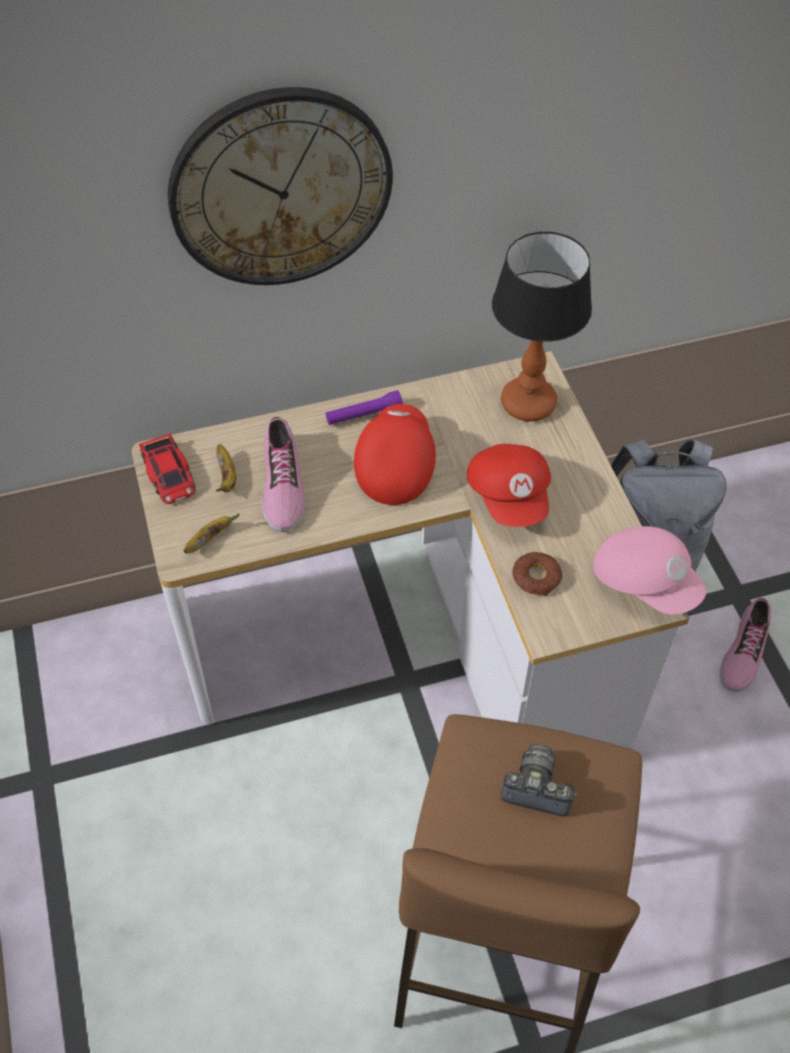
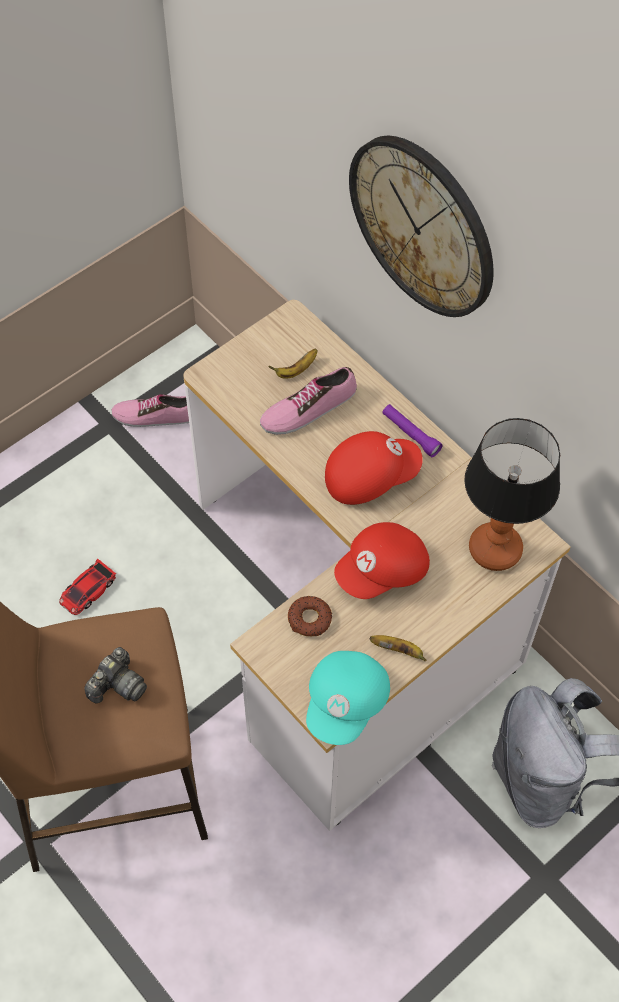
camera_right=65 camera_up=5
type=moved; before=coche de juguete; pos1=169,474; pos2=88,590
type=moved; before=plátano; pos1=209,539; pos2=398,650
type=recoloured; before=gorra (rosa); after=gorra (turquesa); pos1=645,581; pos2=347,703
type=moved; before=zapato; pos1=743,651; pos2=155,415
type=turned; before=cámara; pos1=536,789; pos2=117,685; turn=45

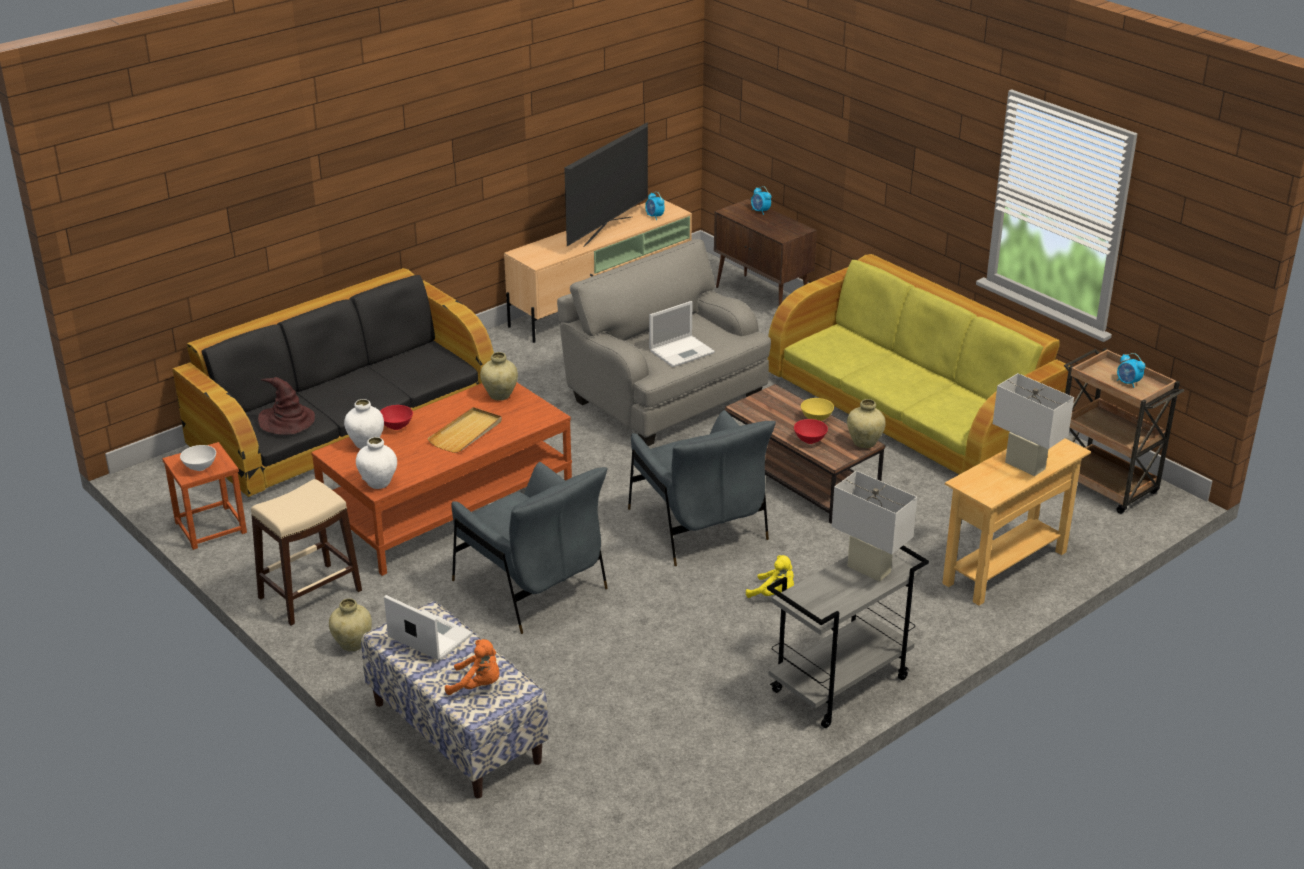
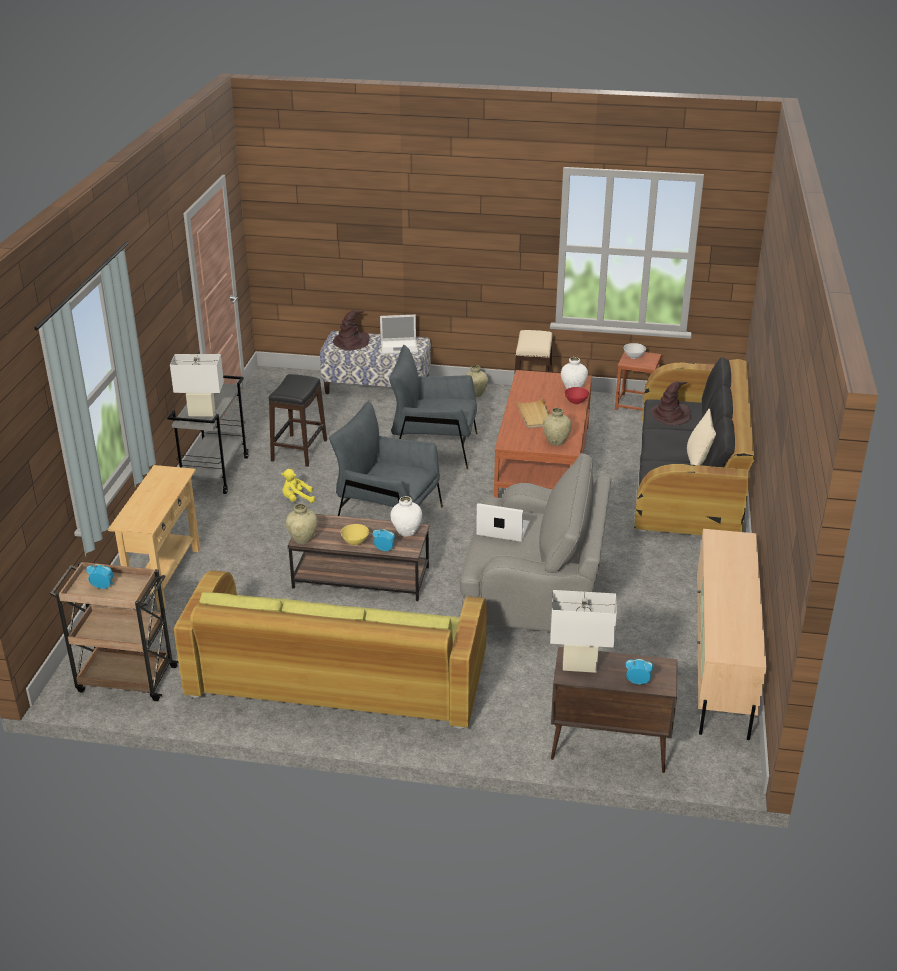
camera_right=140 camera_up=0
type=removed; before=televisor; pos1=607,231
type=moved; before=despertador; pos1=654,216; pos2=384,549
type=turned; before=portátil; pos1=682,351; pos2=502,529; turn=90
type=moved; before=lámpara de mesa (blanco); pos1=1025,466; pos2=579,666
type=removed; before=cuenco (rojo); pos1=809,441
type=moved; before=florero (blanco); pos1=378,483; pos2=406,532
type=replaced; before=peluche (naranja); after=sombrero (marrón); pos1=477,685; pos2=351,342
type=added; after=taburete (negro); pos2=298,450
type=added; after=cojín (beis); pos2=698,461

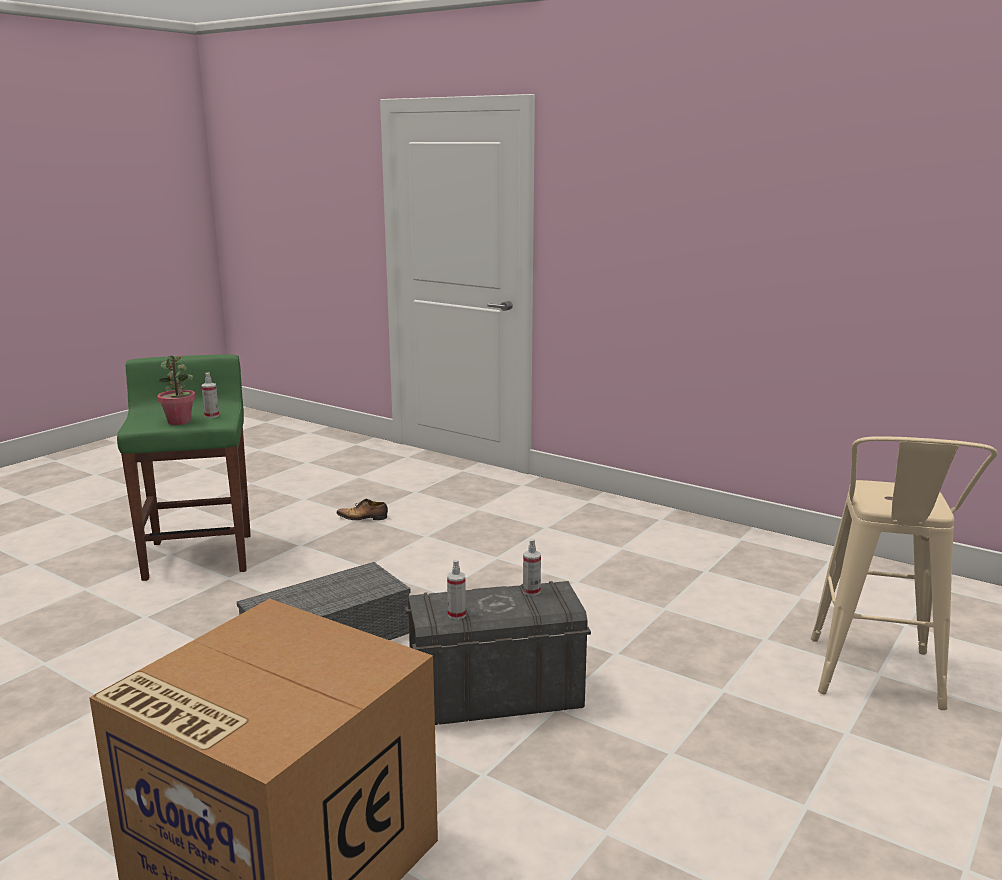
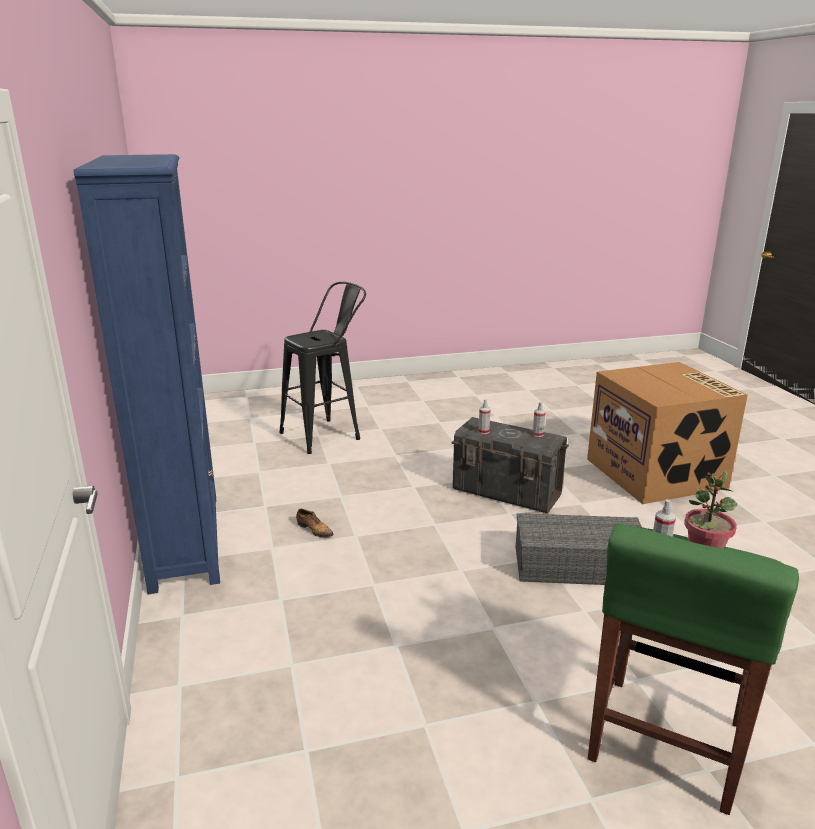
camera_right=-140 camera_up=5
type=recoloured; before=taburete (beis); after=taburete (negro); pos1=875,681; pos2=327,434
type=moved; before=zapato; pos1=363,518; pos2=314,530
type=added; after=estantería (azul); pos2=185,540

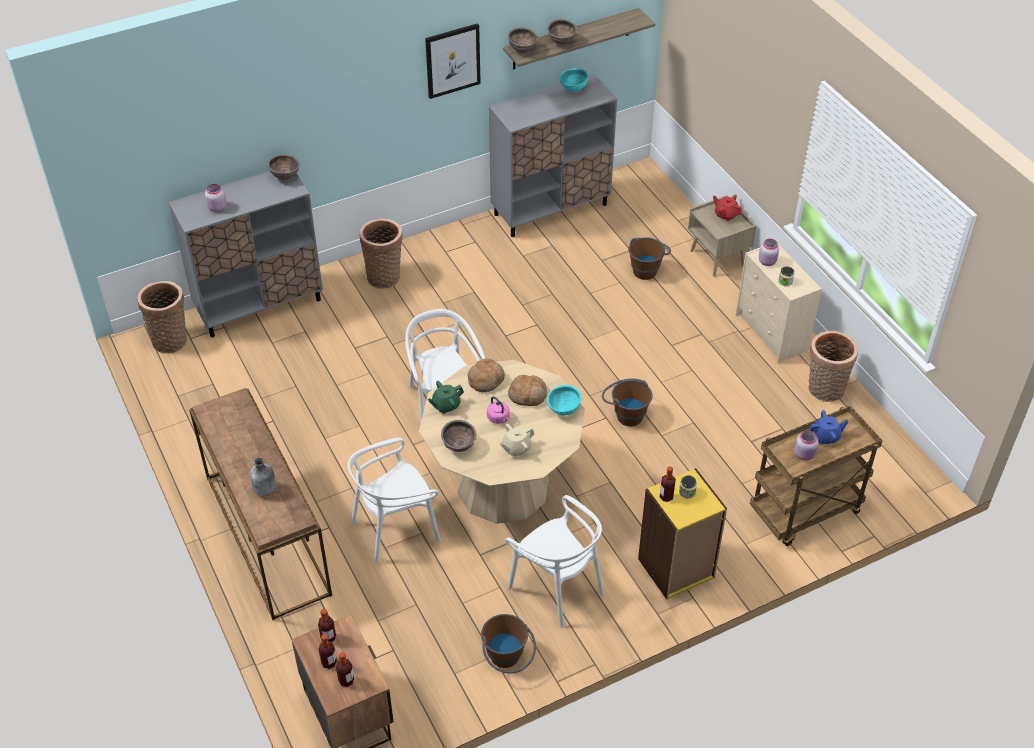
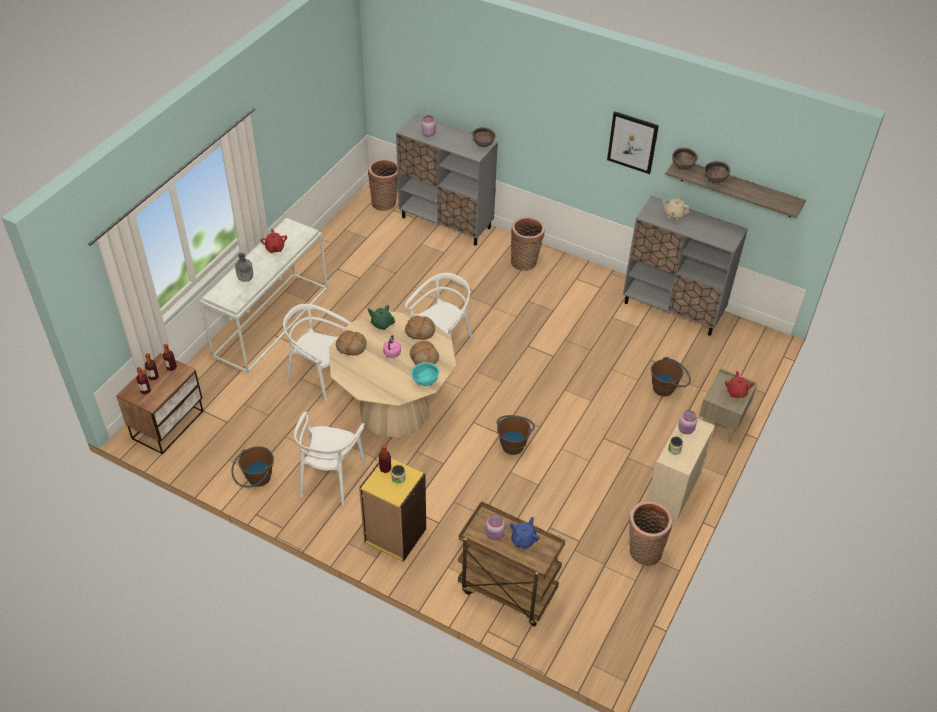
camera_right=55 camera_up=0
type=removed; before=cuenco (turquesa); pos1=573,90
type=recoloured; before=mesa consola (marrón); after=mesa consola (blanco); pos1=265,534; pos2=271,321
type=turned; before=tetera (azul); pos1=825,437; pos2=523,540; turn=-105
type=replaced; before=cuenco (marrón); after=pan; pos1=459,446; pos2=351,347
type=moved; before=tetera (beis); pos1=516,448; pos2=674,214
type=added; after=tetera (rojo); pos2=275,248

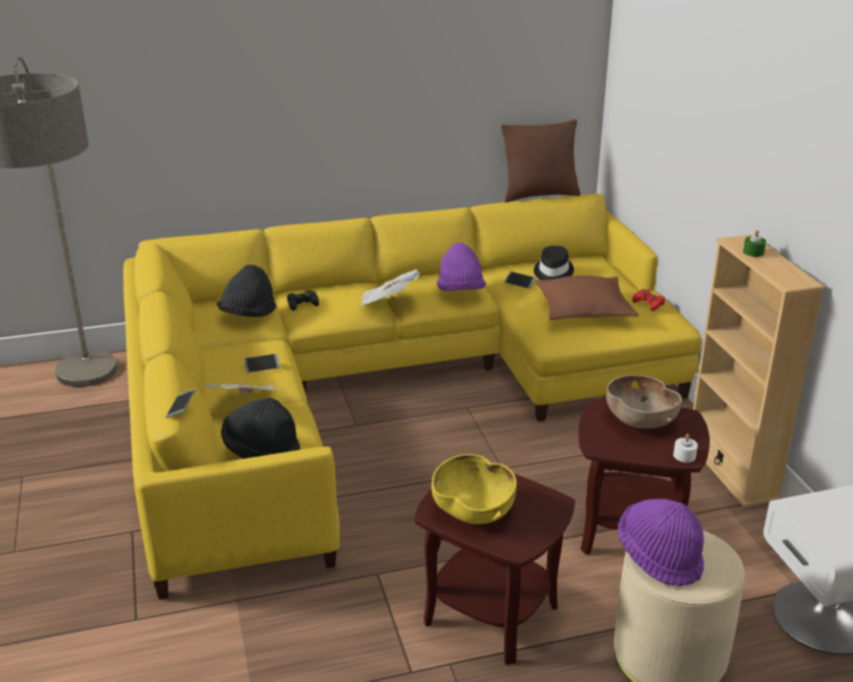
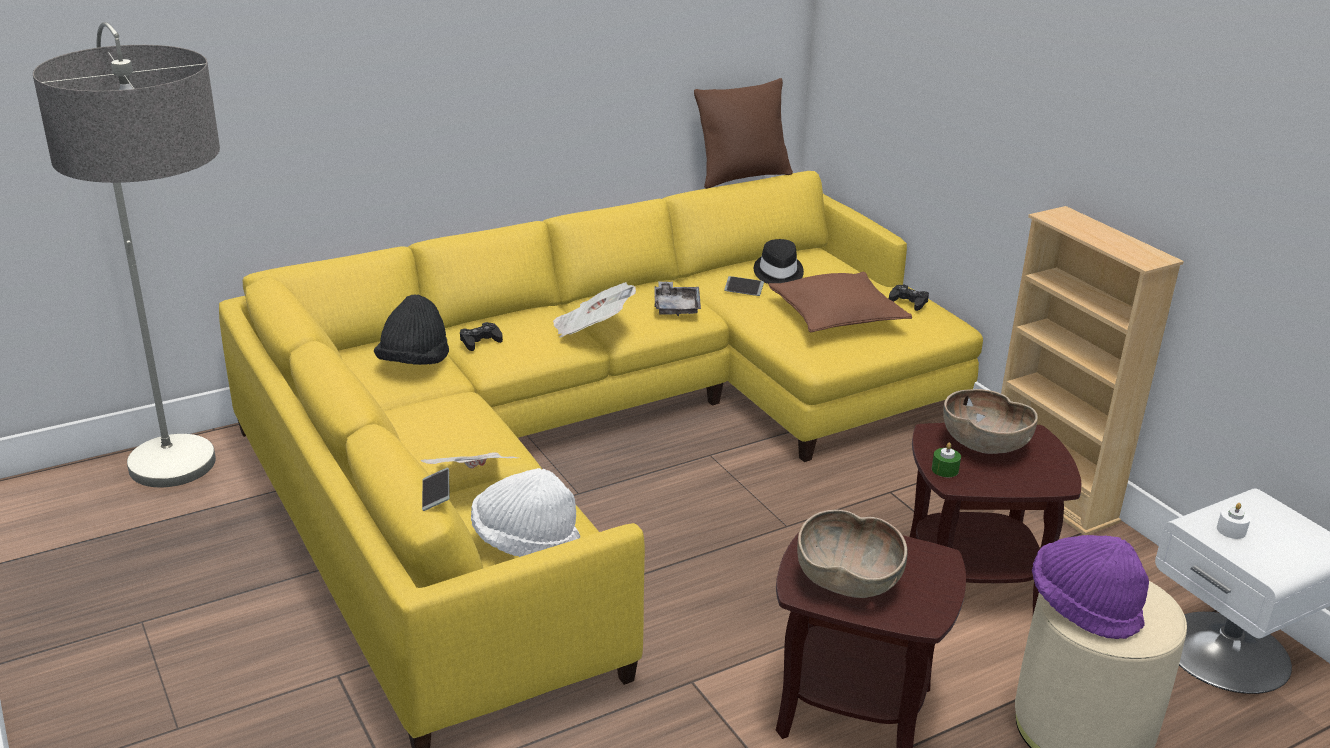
camera_right=-15 camera_up=0
type=moved; before=vela (verde); pos1=753,252; pos2=945,469
type=replaced; before=sombrero (morado); after=bandeja (gris); pos1=460,291; pos2=676,307
type=recoloured; before=mando de consola (rojo); after=mando de consola (negro); pos1=648,303; pos2=908,302
type=removed; before=móvil; pos1=262,366
type=recoloured; before=sombrero (negro); after=sombrero (blanco); pos1=262,451; pos2=525,541
type=moved; before=vela (blanco); pos1=684,456; pos2=1231,530
type=recoloured; before=cuenco (amarillo); after=cuenco (marrón); pos1=474,510; pos2=848,581

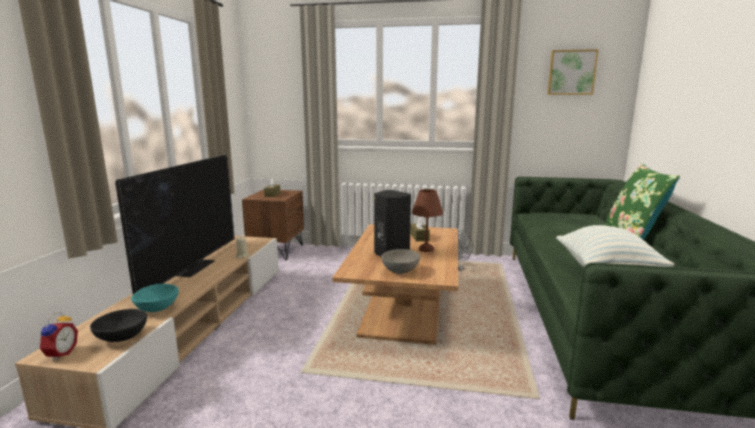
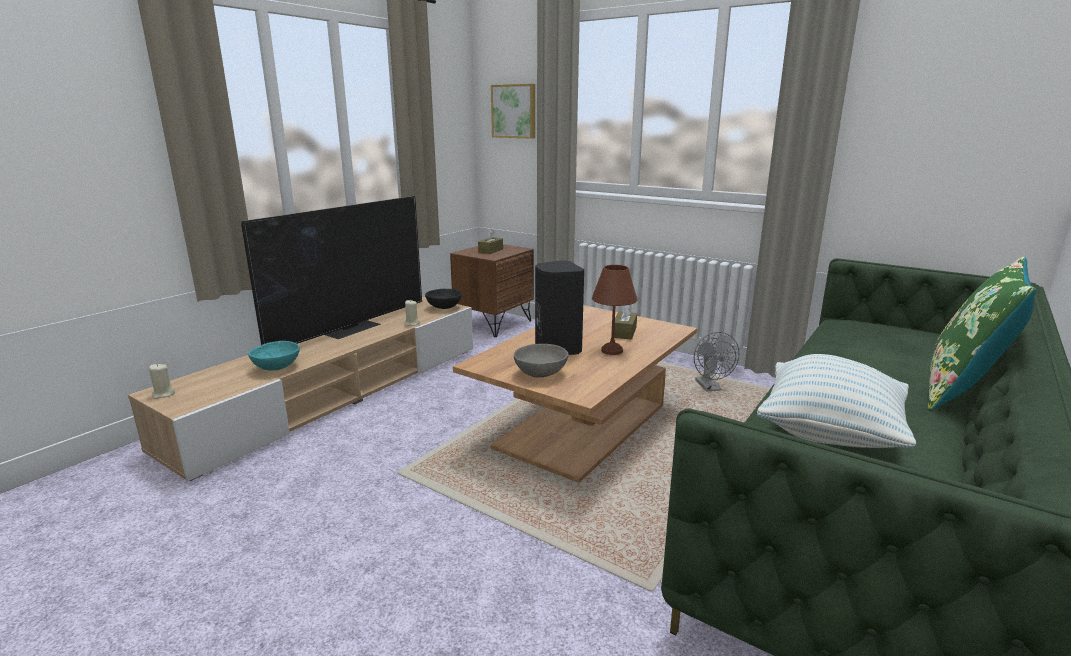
camera_right=25 camera_up=5
type=moved; before=cuadro; pos1=571,72; pos2=514,111
type=moved; before=cuenco (negro); pos1=123,337; pos2=444,307
type=replaced; before=despertador; after=vela (beis); pos1=60,354; pos2=163,394

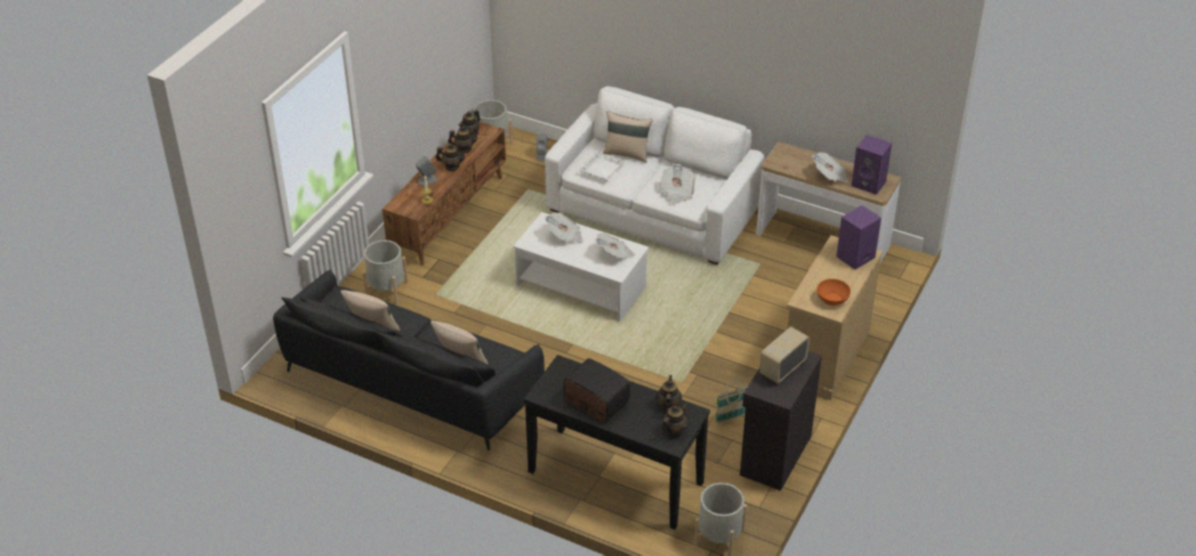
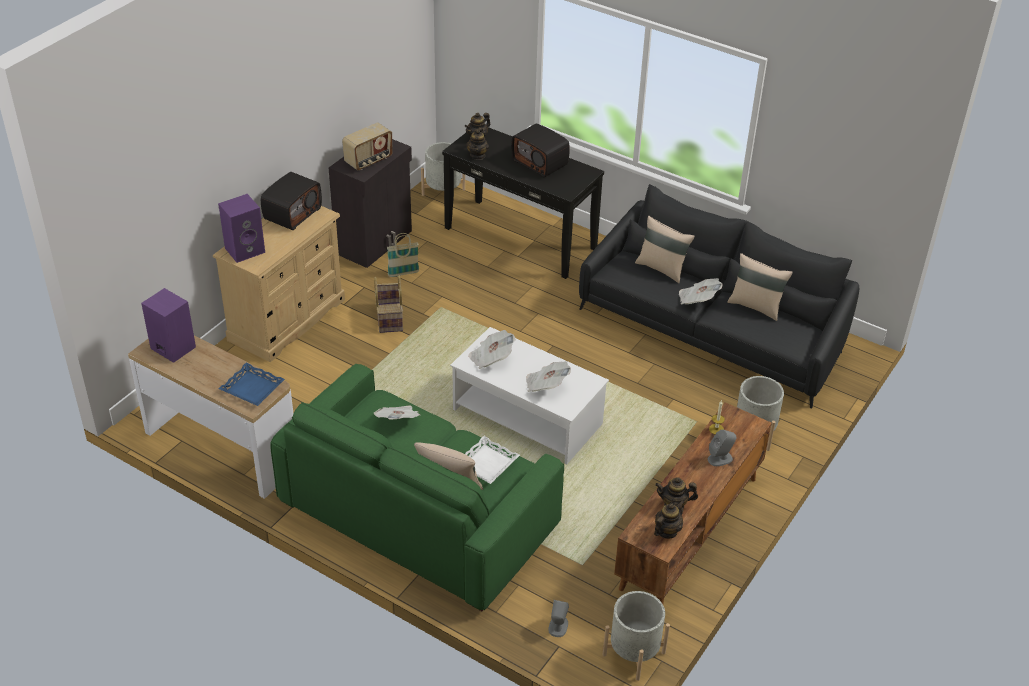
camera_right=-175 camera_up=0
type=recoloured; before=sofá (blanco); after=sofá (verde); pos1=653,210; pos2=417,515
type=removed; before=tetera; pos1=452,167
type=moved; before=periódico; pos1=830,176; pos2=697,300
type=replaced; before=cuenco (naranja); after=radio; pos1=832,299; pos2=292,213
type=added; after=cesta; pos2=388,318
type=added; after=bandeja (azul); pos2=252,388

